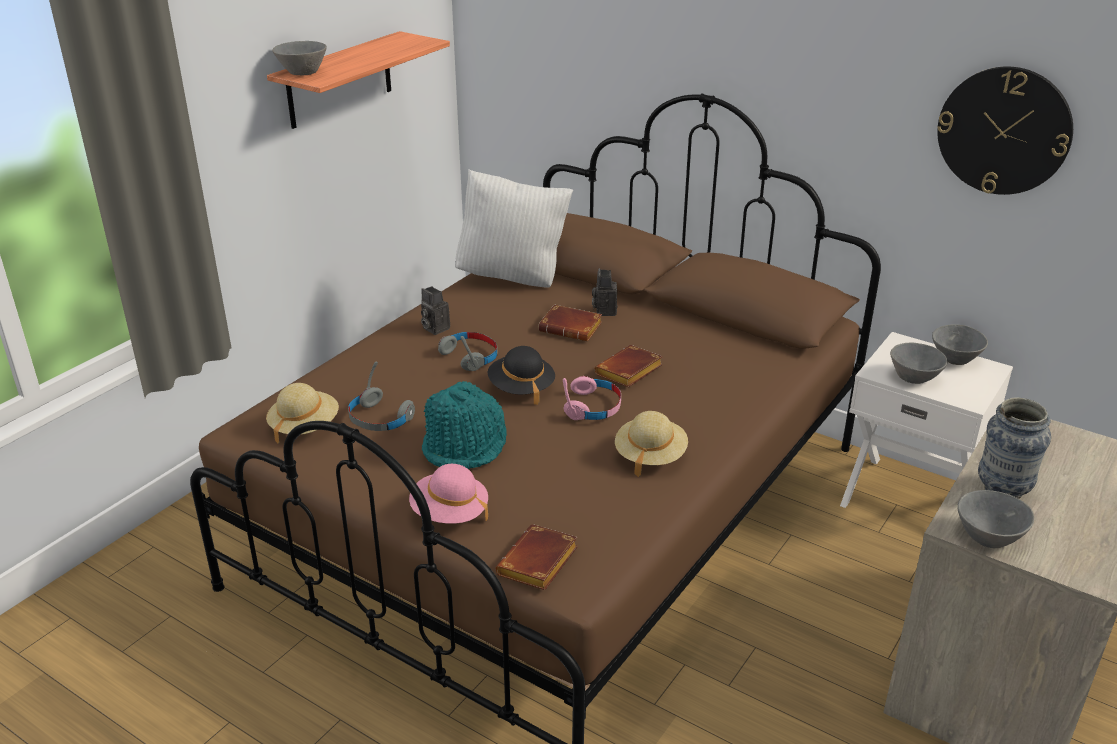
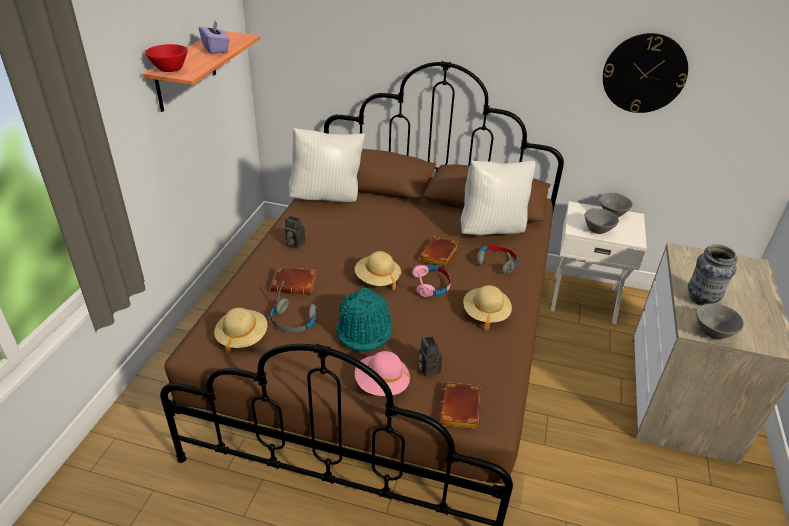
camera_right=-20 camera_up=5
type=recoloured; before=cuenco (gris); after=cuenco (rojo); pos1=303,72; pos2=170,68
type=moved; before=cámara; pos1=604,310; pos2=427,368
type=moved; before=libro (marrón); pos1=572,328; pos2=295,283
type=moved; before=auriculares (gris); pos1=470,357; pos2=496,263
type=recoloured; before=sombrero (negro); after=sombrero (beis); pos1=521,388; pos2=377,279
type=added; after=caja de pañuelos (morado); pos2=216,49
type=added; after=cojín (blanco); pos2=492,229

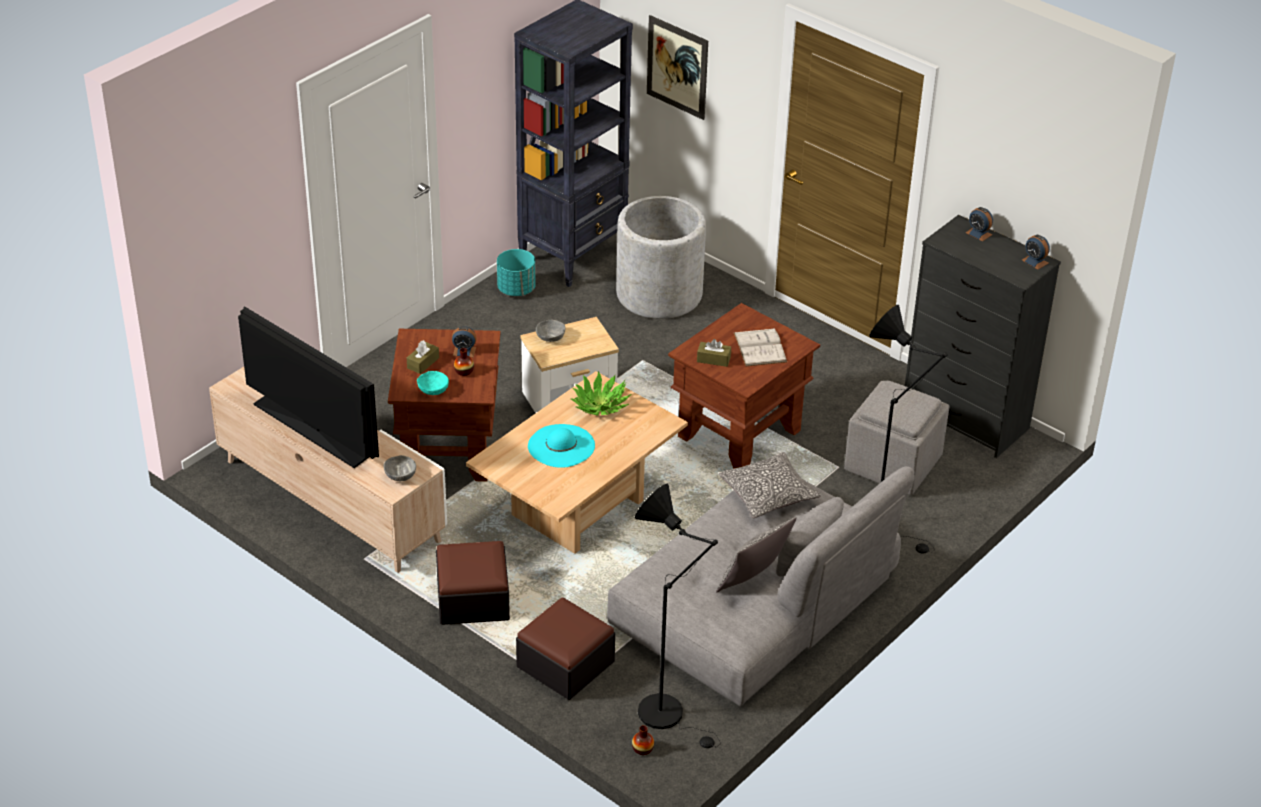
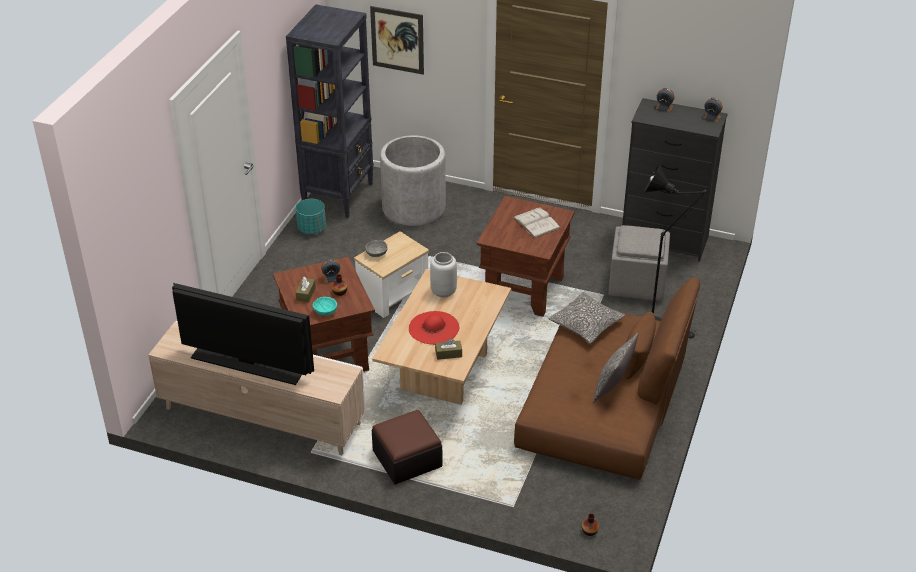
camera_right=-20 camera_up=0
type=moved; before=caja de pañuelos (marrón); pos1=713,359; pos2=448,354
type=replaced; before=planta en maceta; after=florero (gris); pos1=600,405; pos2=444,292
type=recoloured; before=sombrero (turquesa); after=sombrero (rojo); pos1=561,446; pos2=434,328
type=removed; before=cuenco (gris); pos1=400,476
type=recoloured; before=sofá (gris); after=sofá (marrón); pos1=756,600; pos2=604,401
type=removed; before=lámpara de pie (negro); pos1=668,716
type=removed; before=puf; pos1=565,664

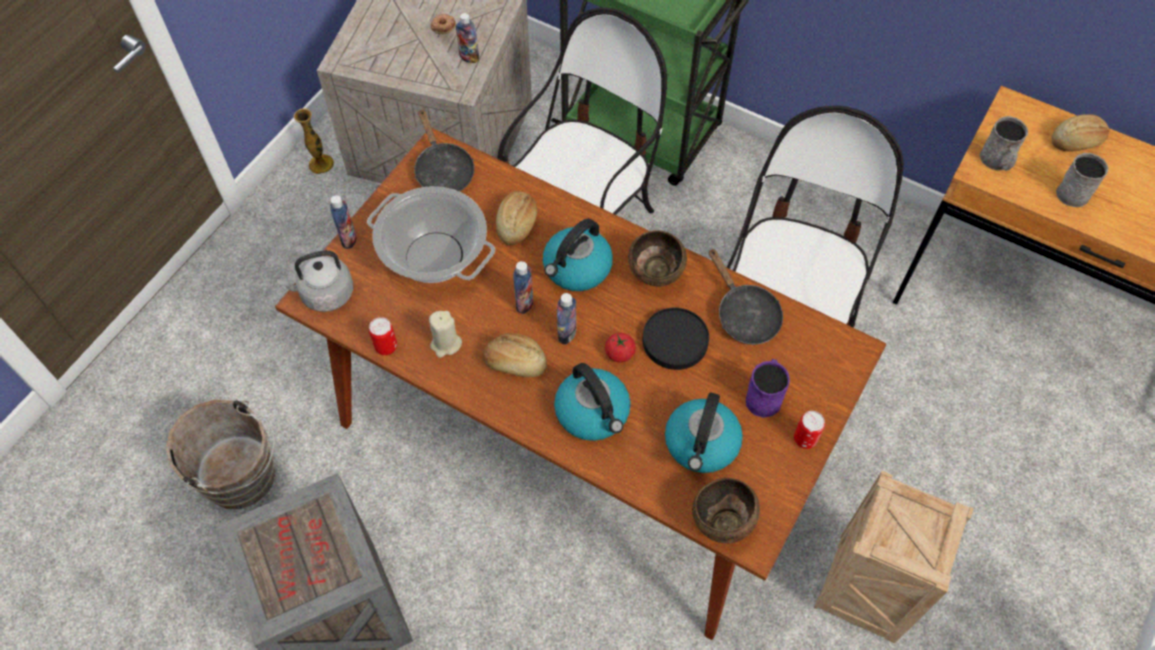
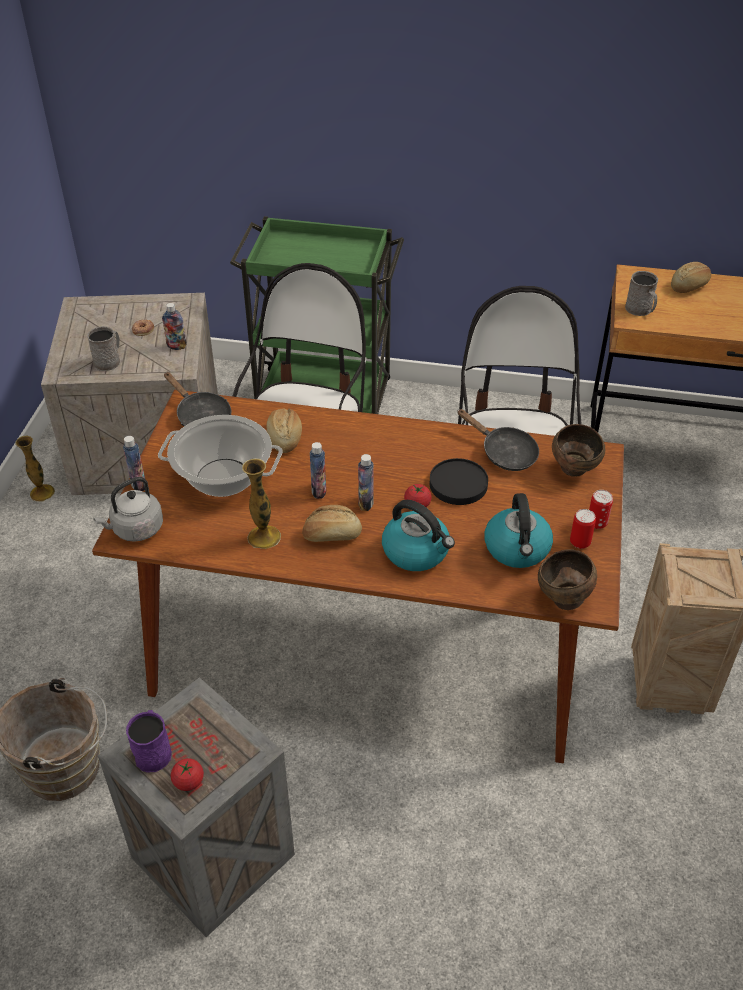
camera_right=-20 camera_up=-15
type=moved; before=taza grande (gris); pos1=1075,191; pos2=109,360
type=removed; before=hervidor; pos1=576,269
type=moved; before=cuenco (marrón); pos1=656,277; pos2=575,470
type=replaced; before=vela (beis); after=florero; pos1=446,344; pos2=264,537
type=moved; before=lata; pos1=386,347; pos2=580,542
type=moved; before=taza grande (morado); pos1=764,395; pos2=153,750
type=added; after=tomate; pos2=188,781

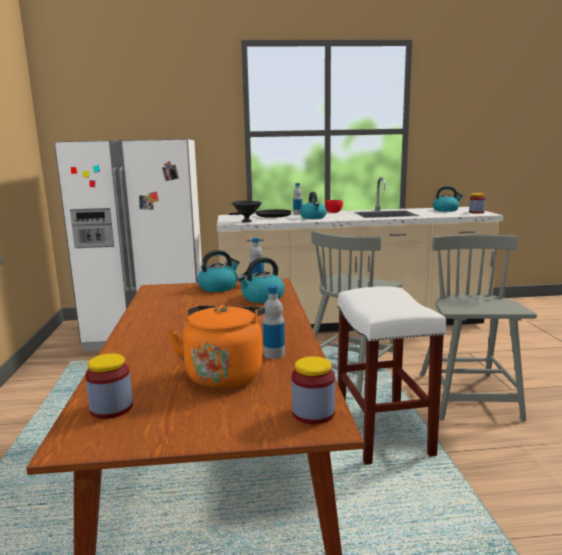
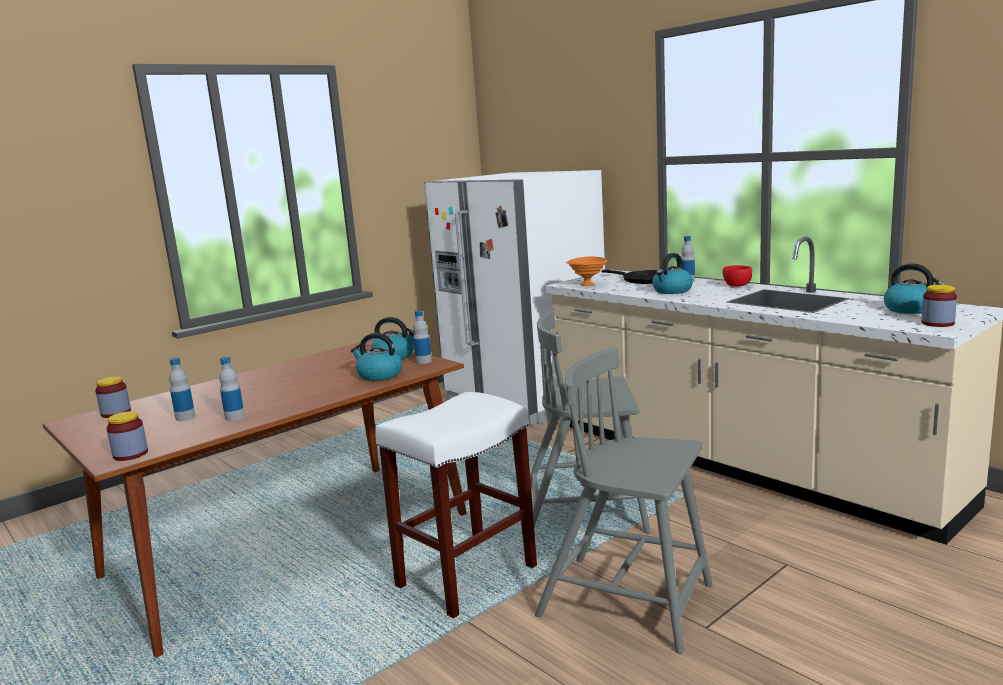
camera_right=55 camera_up=0
type=recoloured; before=cuenco (negro); after=cuenco (naranja); pos1=247,221; pos2=588,285
type=turned; before=silla (gris); pos1=468,397; pos2=628,601; turn=-120
type=replaced; before=hervidor (naranja); after=botella; pos1=224,374; pos2=185,417

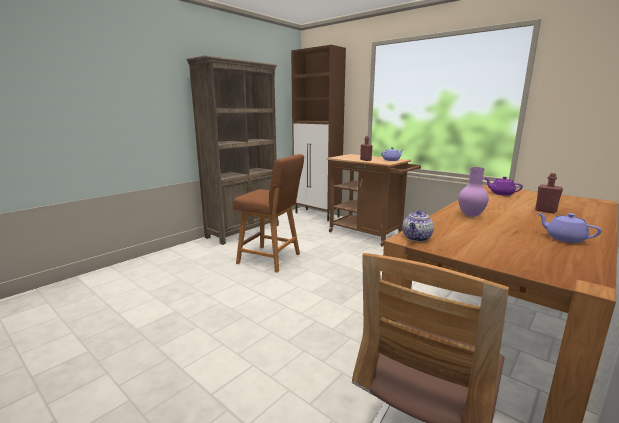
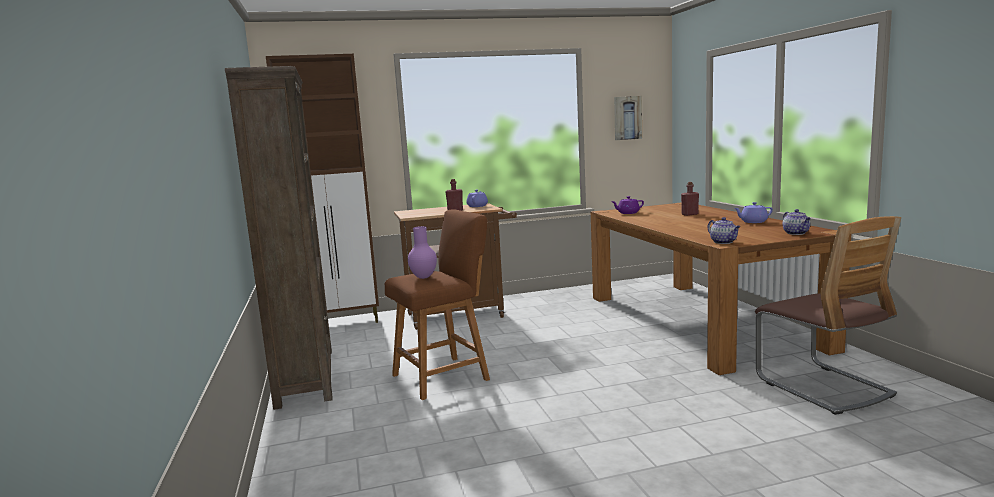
camera_right=-55 camera_up=-5
type=moved; before=florero (morado); pos1=470,215; pos2=423,277
type=added; after=cuadro; pos2=627,118
type=added; after=tetera; pos2=796,233

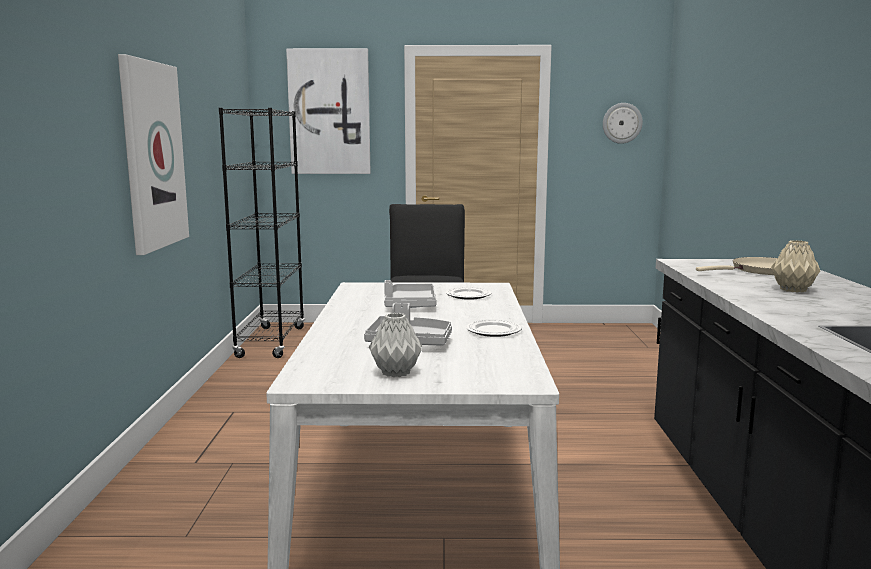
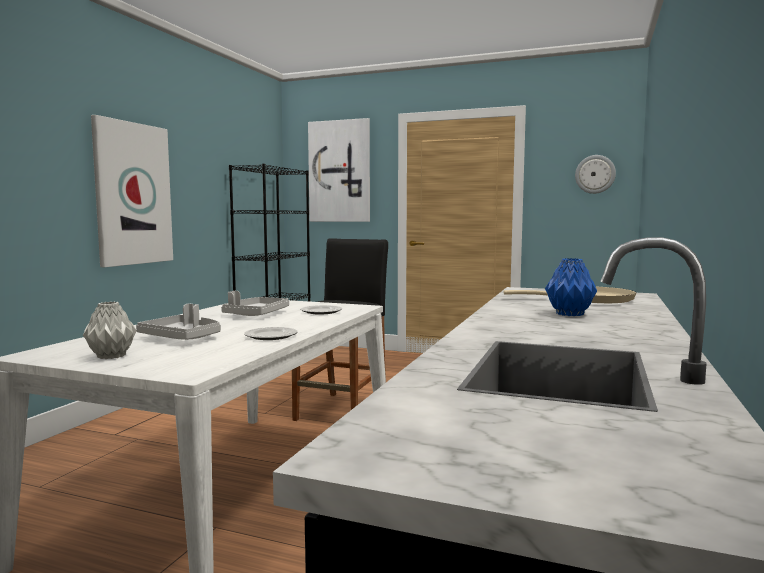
camera_right=20 camera_up=-5
type=recoloured; before=florero (beis); after=florero (azul); pos1=794,290; pos2=570,314

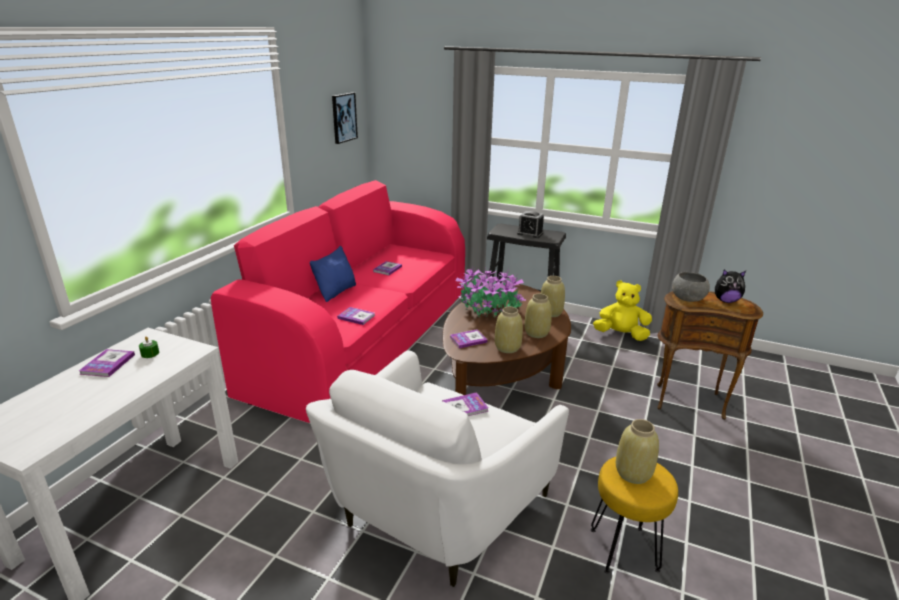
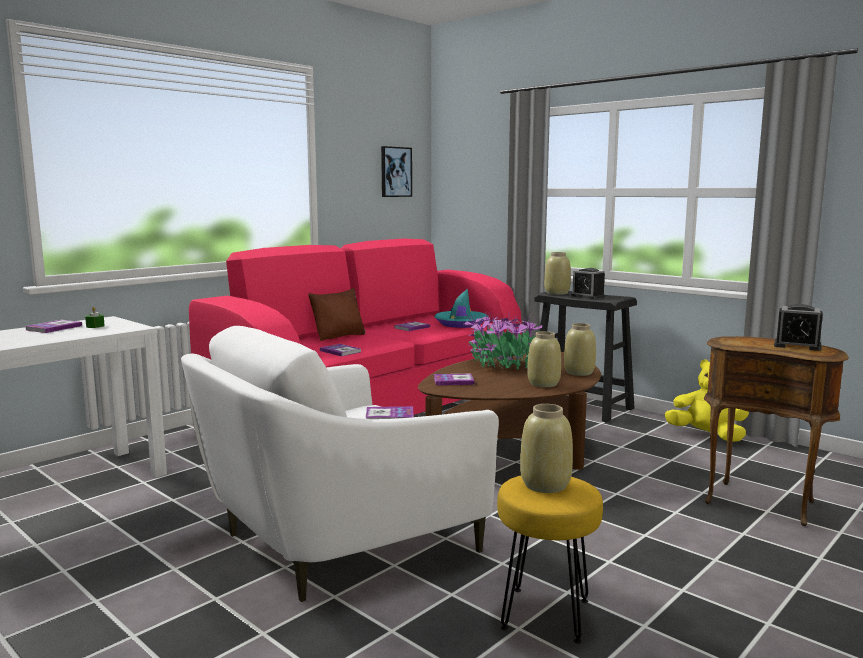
camera_right=20 camera_up=-15
type=recoloured; before=cojín (azul); after=cojín (marrón); pos1=336,292; pos2=339,336
type=replaced; before=peluche; after=despertador; pos1=725,301; pos2=797,346
type=removed; before=cuenco (gris); pos1=688,299
type=moved; before=florero (beis); pos1=507,348; pos2=556,293
type=added; after=sombrero (turquesa); pos2=461,324

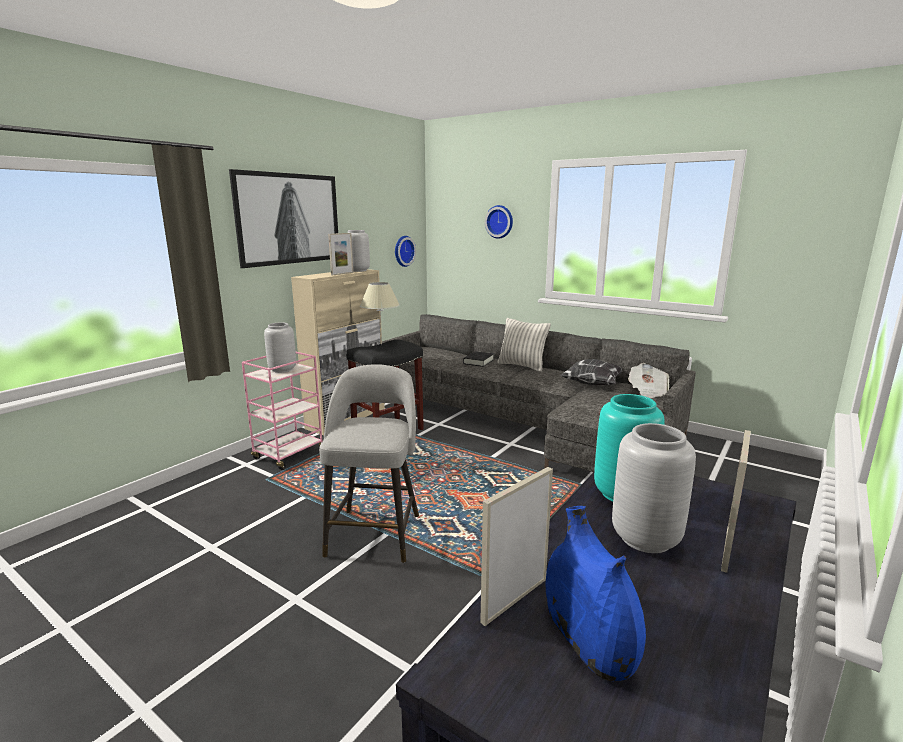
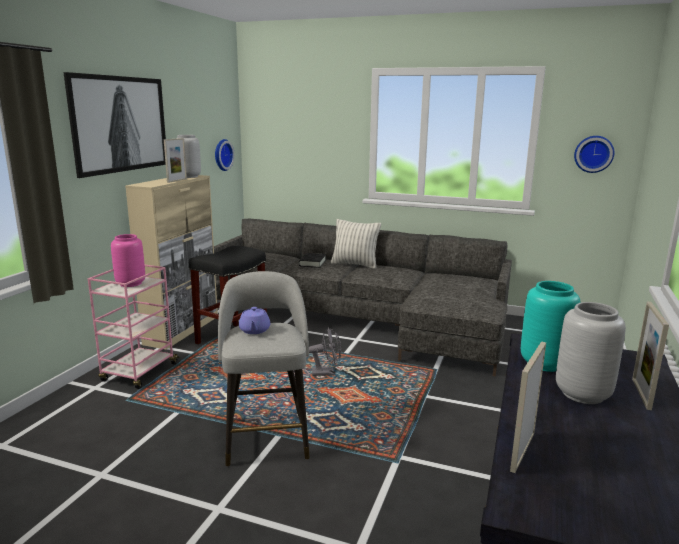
camera_right=-15 camera_up=0
type=moved; before=reloj de pared; pos1=500,222; pos2=593,154
type=removed; before=lámpara de mesa (beis); pos1=381,345
type=recoloured; before=florero (gris); after=florero (rosa); pos1=283,369; pos2=131,283
type=removed; before=cojín; pos1=591,384
type=removed; before=periódico; pos1=647,391
type=removed; before=florero (azul); pos1=588,641
type=added; after=tetera (morado); pos2=254,330
type=added; after=ventilador (gris); pos2=327,373

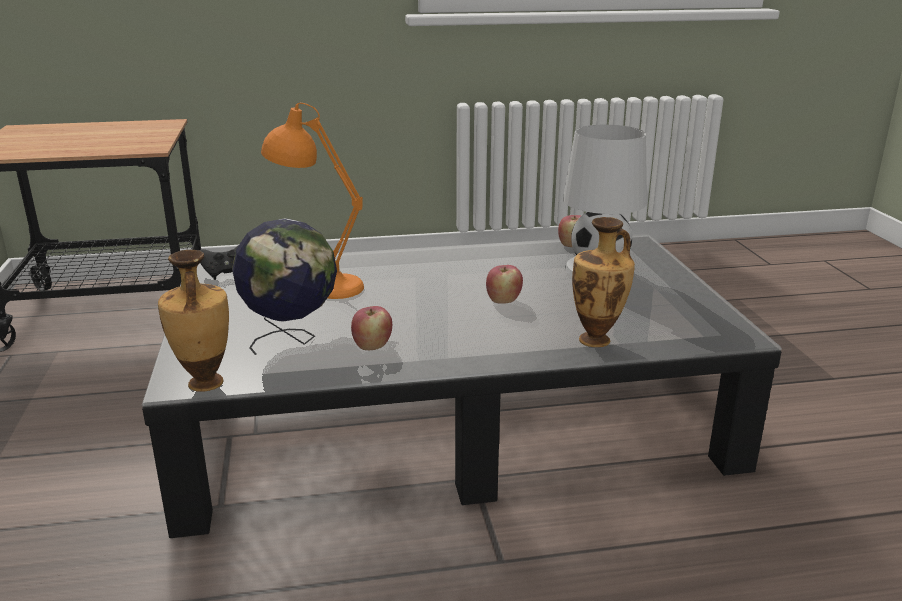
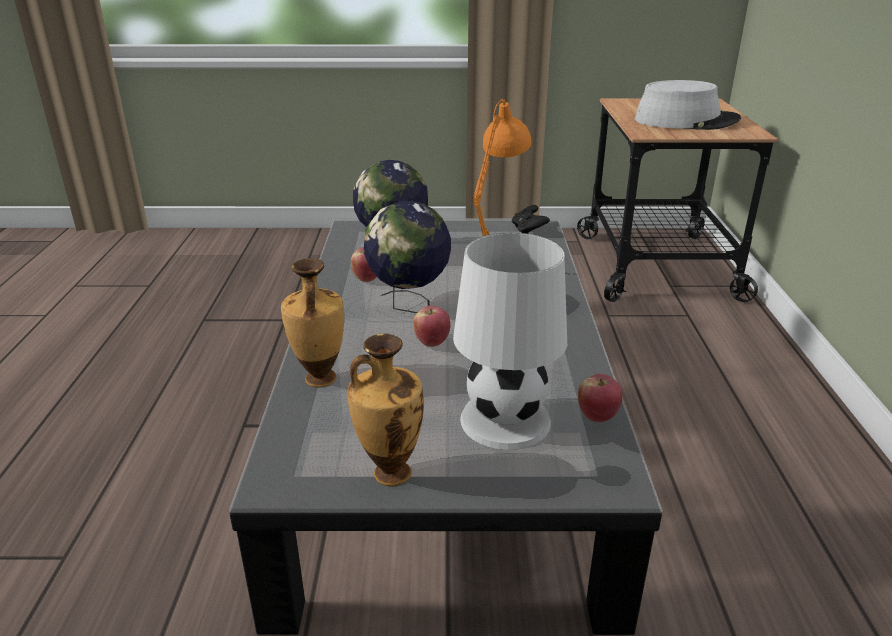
camera_right=100 camera_up=5
type=moved; before=florero; pos1=205,384; pos2=389,472
type=added; after=sombrero (gris); pos2=686,121
type=added; after=globo terráqueo; pos2=409,305

